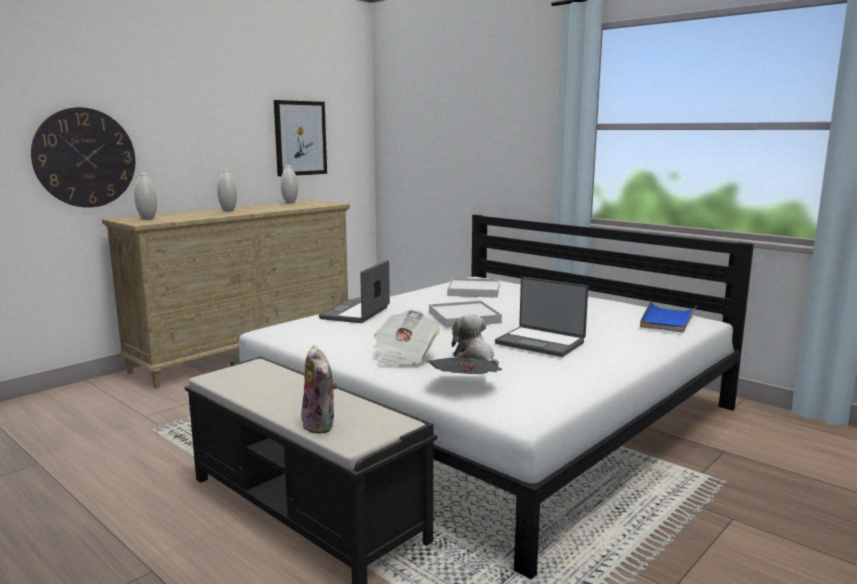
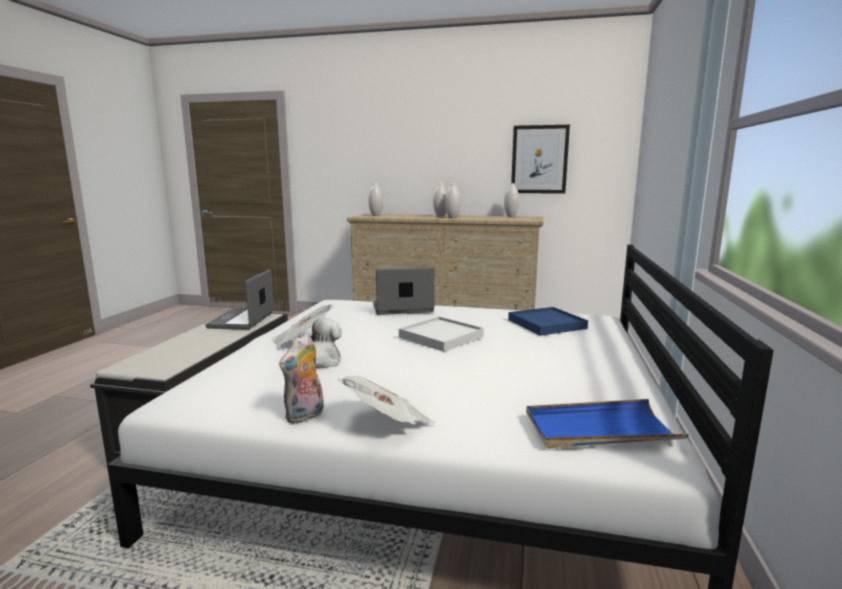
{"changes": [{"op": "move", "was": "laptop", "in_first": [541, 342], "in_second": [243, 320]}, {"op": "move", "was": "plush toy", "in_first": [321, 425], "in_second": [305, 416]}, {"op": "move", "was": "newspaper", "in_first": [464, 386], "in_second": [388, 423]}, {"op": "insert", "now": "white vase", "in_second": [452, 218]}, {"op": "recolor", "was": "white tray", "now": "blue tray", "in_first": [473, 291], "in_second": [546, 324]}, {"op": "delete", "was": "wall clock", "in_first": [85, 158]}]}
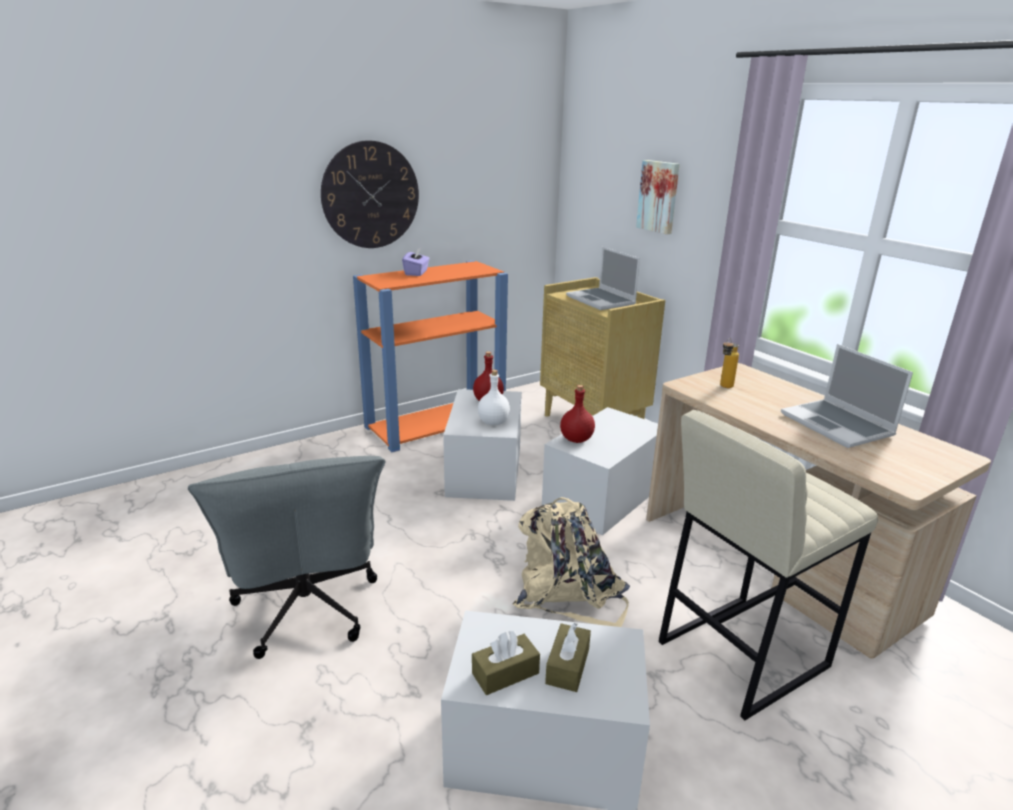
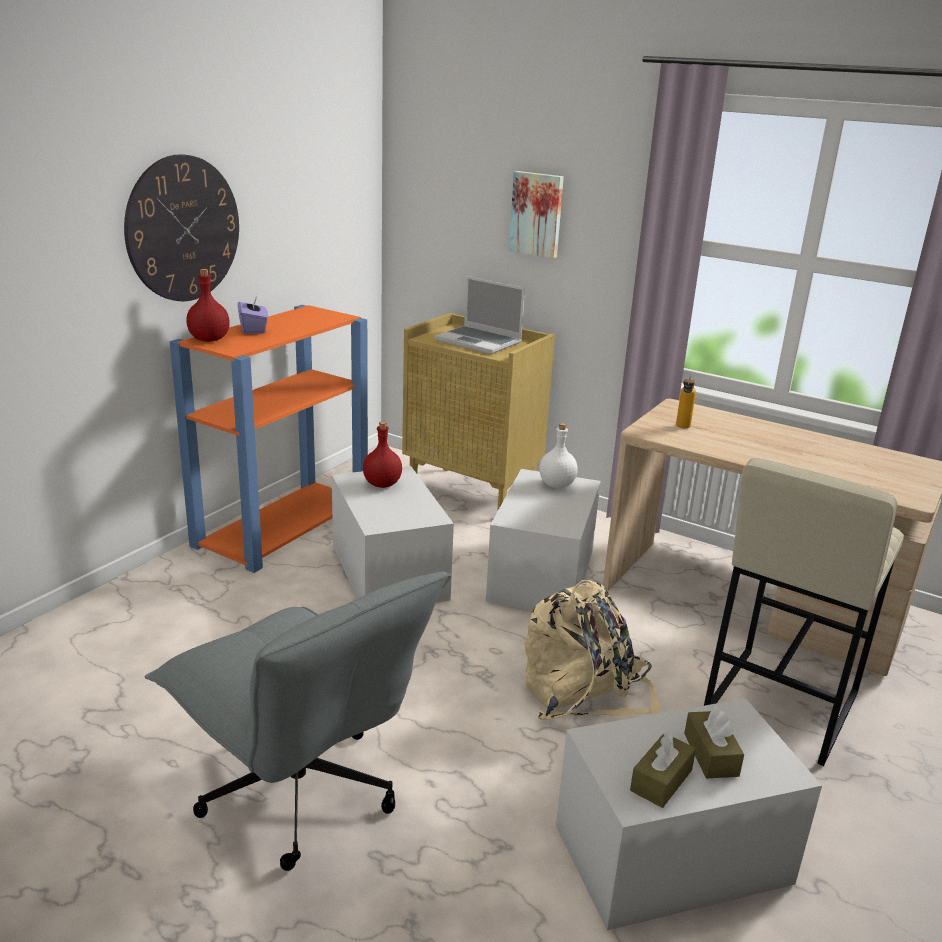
{"changes": [{"op": "move", "was": "red bottle", "in_first": [576, 439], "in_second": [208, 340]}, {"op": "move", "was": "white bottle", "in_first": [494, 422], "in_second": [557, 484]}, {"op": "delete", "was": "laptop", "in_first": [838, 425]}]}
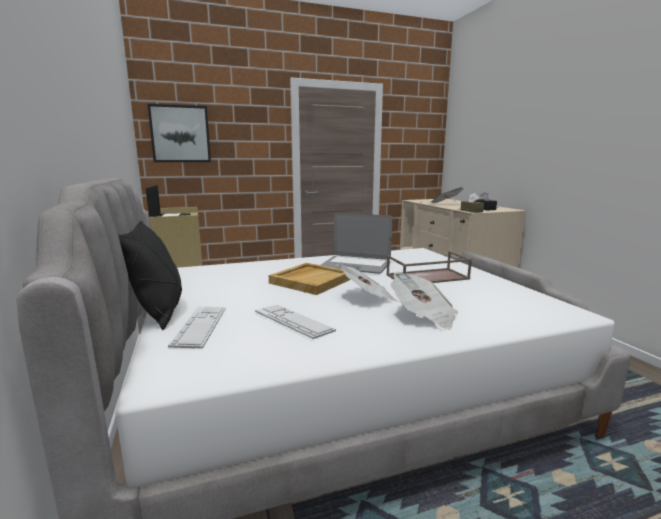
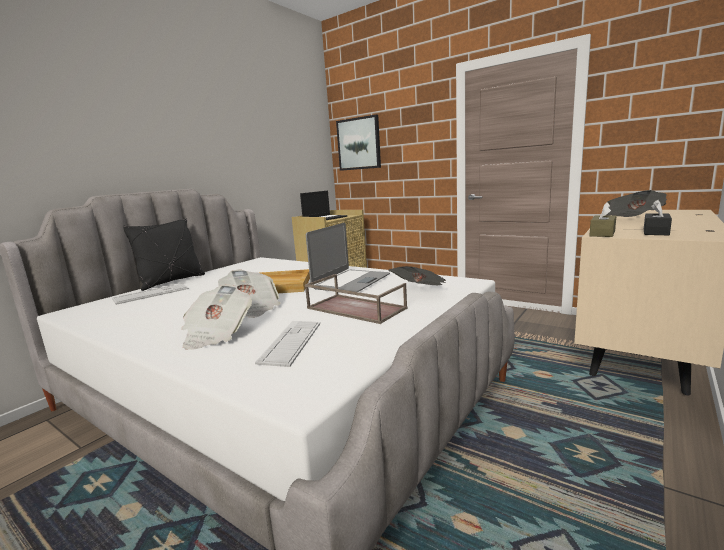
{"changes": [{"op": "move", "was": "keyboard", "in_first": [293, 321], "in_second": [291, 342]}, {"op": "rotate", "was": "laptop", "in_first": [355, 266], "in_second": [351, 282], "clockwise": -135}, {"op": "insert", "now": "newspaper", "in_second": [420, 292]}]}
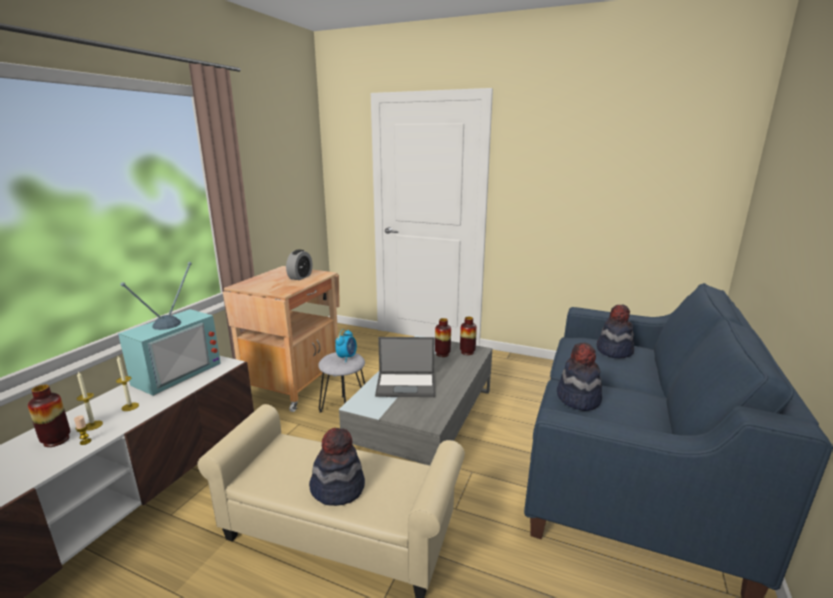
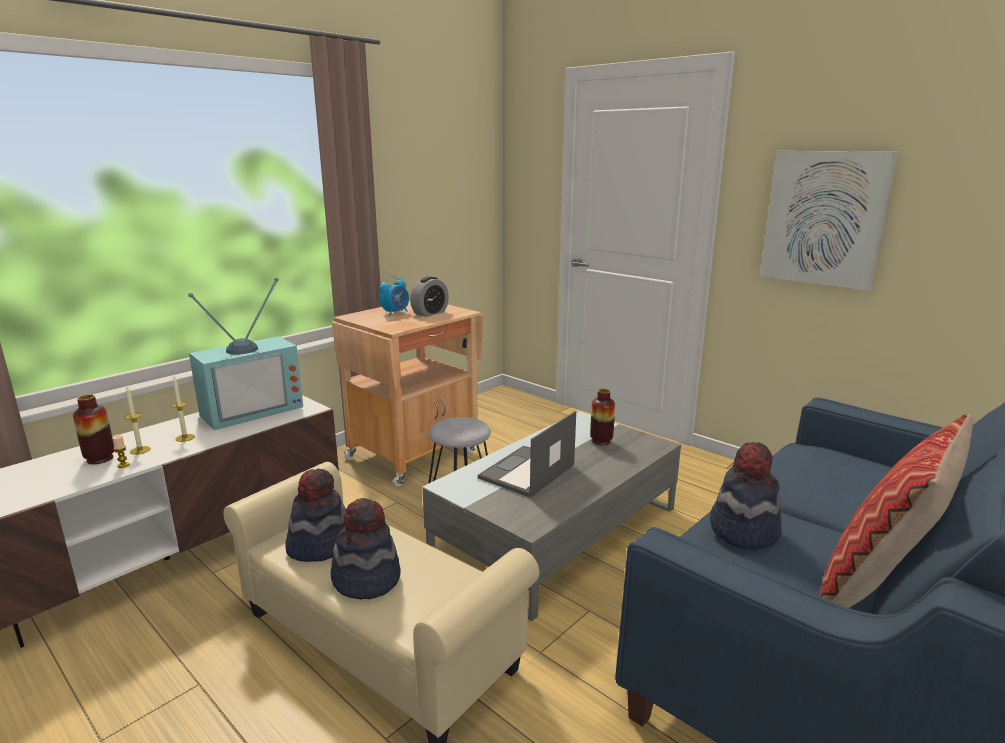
{"changes": [{"op": "move", "was": "hat", "in_first": [614, 350], "in_second": [320, 545]}, {"op": "move", "was": "alarm clock", "in_first": [347, 357], "in_second": [395, 313]}, {"op": "rotate", "was": "laptop", "in_first": [407, 384], "in_second": [526, 472], "clockwise": 105}, {"op": "insert", "now": "picture", "in_second": [824, 218]}, {"op": "insert", "now": "pillow", "in_second": [876, 590]}, {"op": "delete", "was": "vase", "in_first": [467, 352]}]}
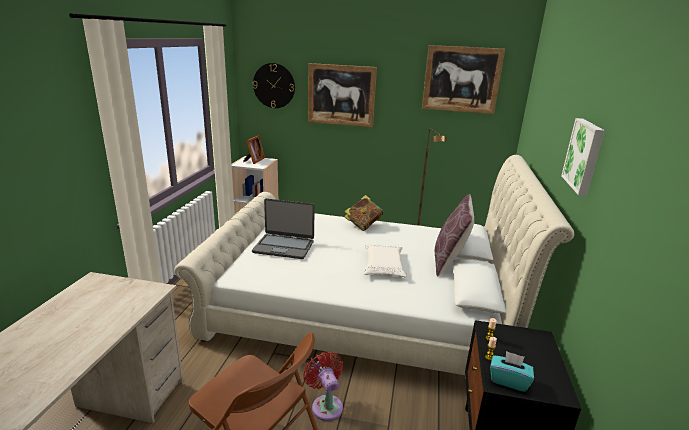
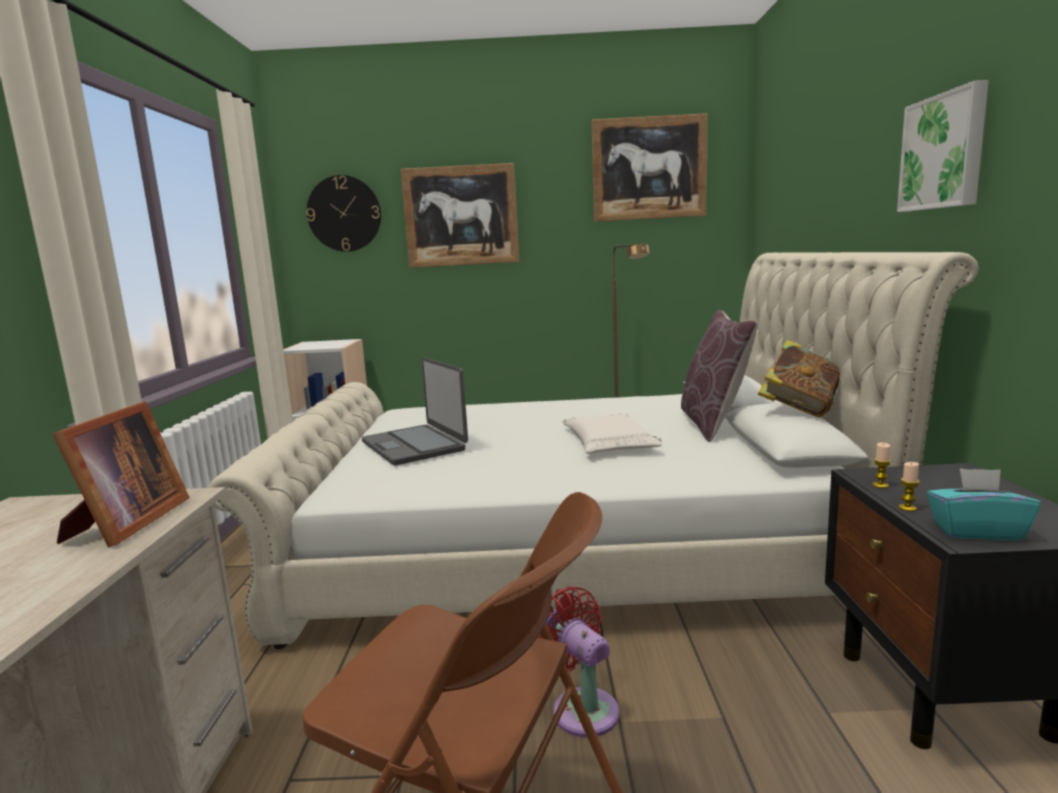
{"changes": [{"op": "move", "was": "picture frame", "in_first": [254, 160], "in_second": [125, 524]}, {"op": "rotate", "was": "laptop", "in_first": [284, 247], "in_second": [415, 446], "clockwise": 60}, {"op": "move", "was": "book", "in_first": [363, 225], "in_second": [800, 409]}]}
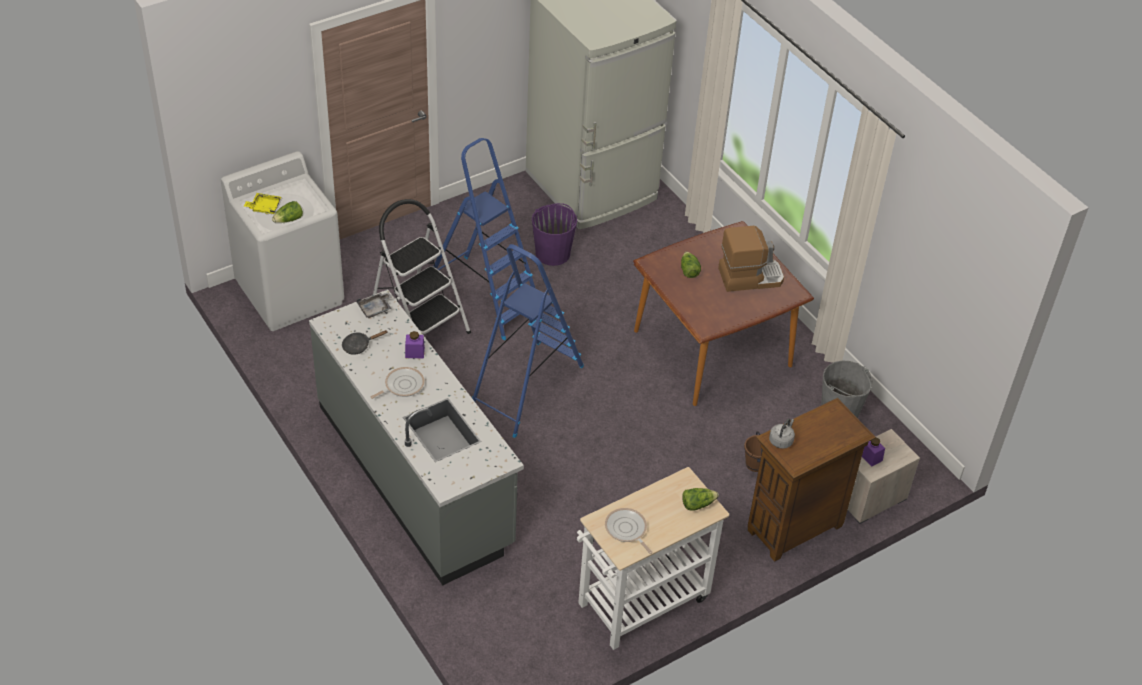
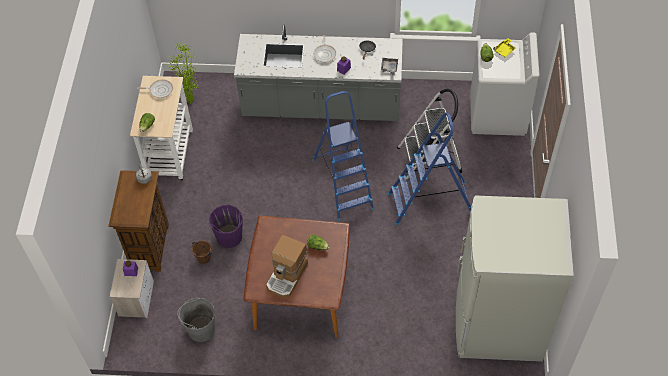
{"changes": [{"op": "insert", "now": "potted plant", "in_second": [192, 101]}, {"op": "move", "was": "purple bucket", "in_first": [553, 253], "in_second": [229, 237]}]}
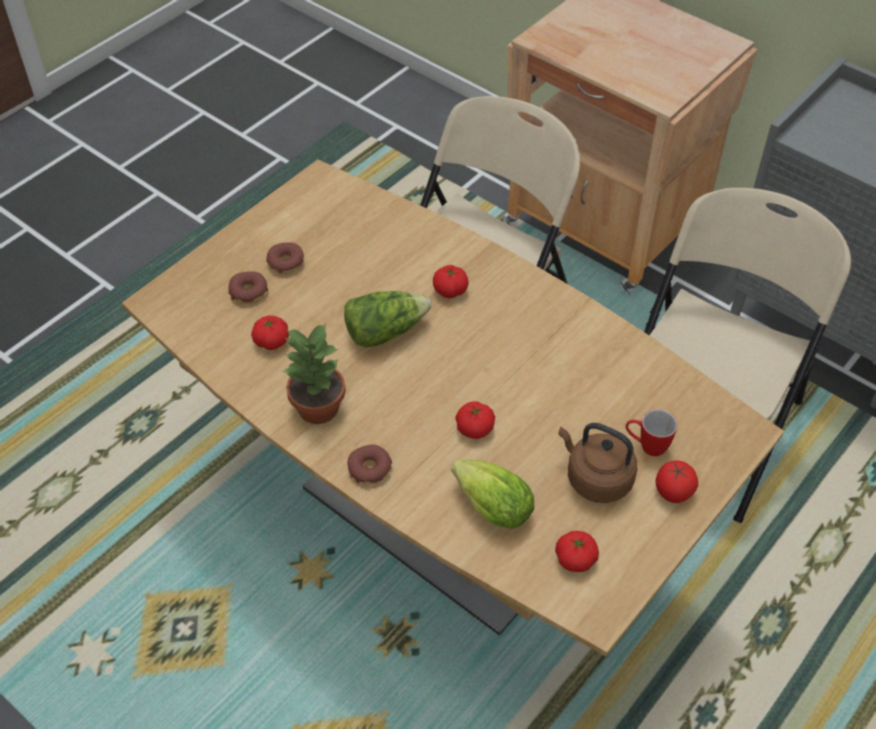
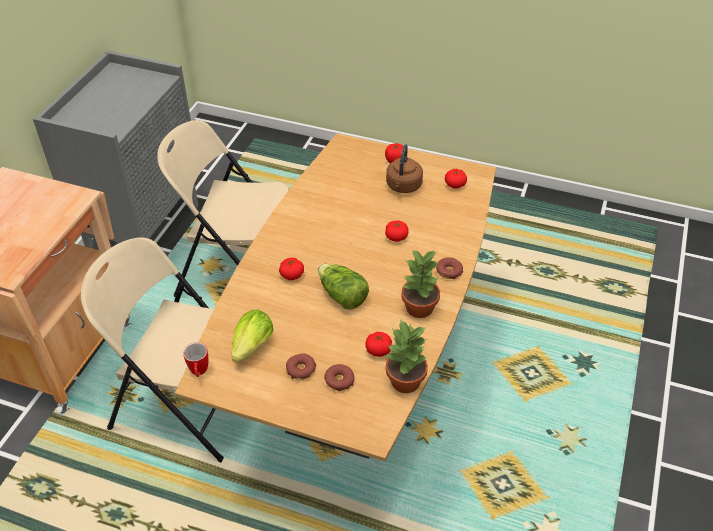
{"changes": [{"op": "move", "was": "mug", "in_first": [646, 446], "in_second": [199, 373]}, {"op": "move", "was": "lettuce", "in_first": [488, 505], "in_second": [250, 349]}, {"op": "insert", "now": "potted plant", "in_second": [405, 382]}]}
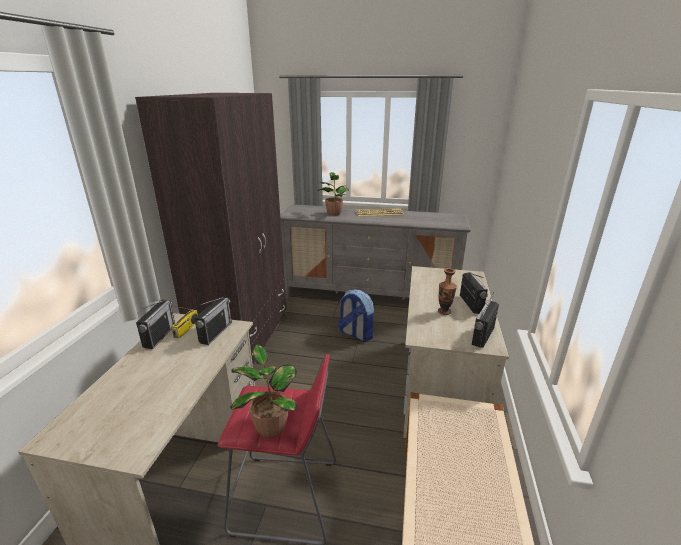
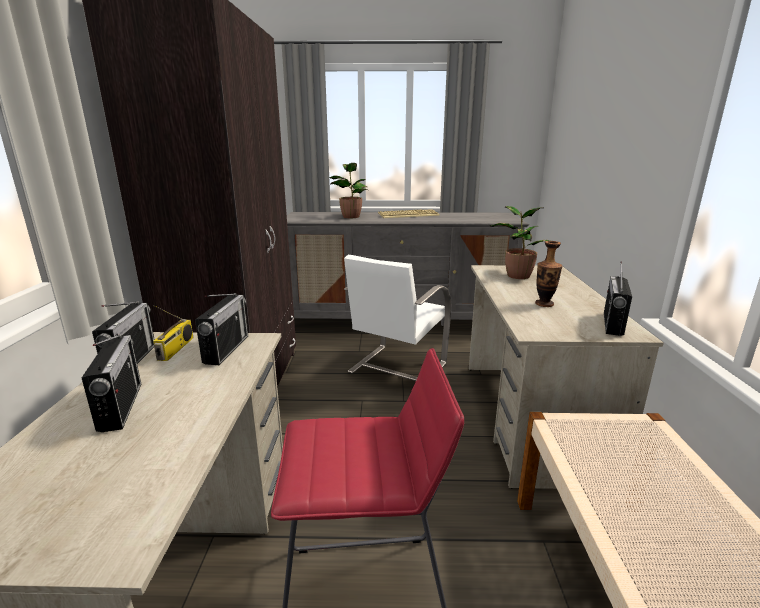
{"changes": [{"op": "move", "was": "radio", "in_first": [471, 304], "in_second": [121, 406]}, {"op": "replace", "was": "backpack", "now": "white chair", "in_first": [355, 334], "in_second": [396, 368]}, {"op": "move", "was": "potted plant", "in_first": [270, 426], "in_second": [516, 275]}]}
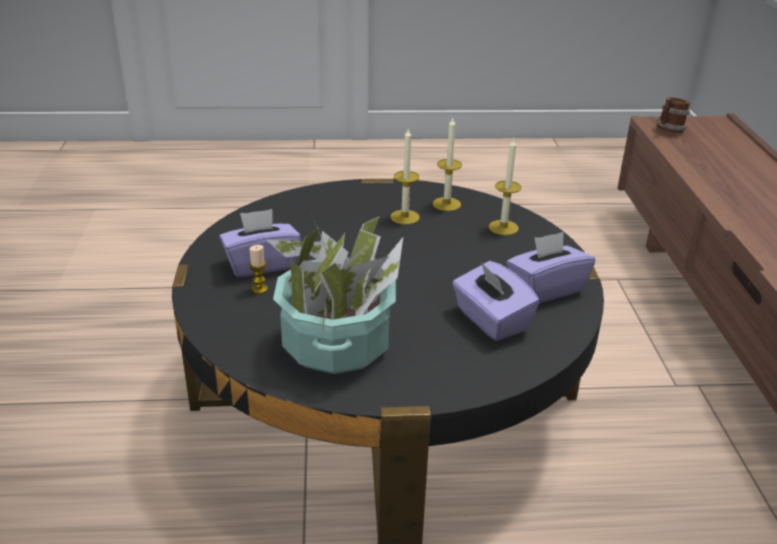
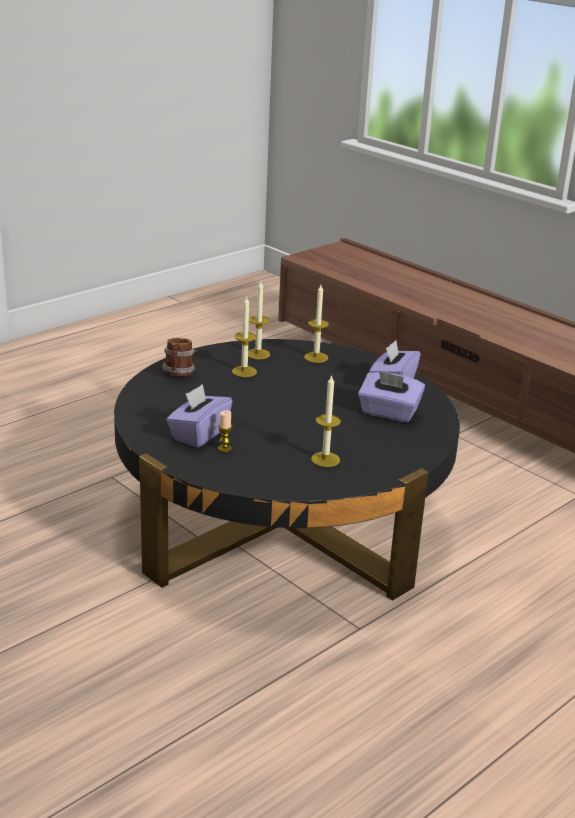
{"changes": [{"op": "move", "was": "mug", "in_first": [669, 131], "in_second": [178, 374]}, {"op": "replace", "was": "potted plant", "now": "candle", "in_first": [336, 344], "in_second": [325, 459]}]}
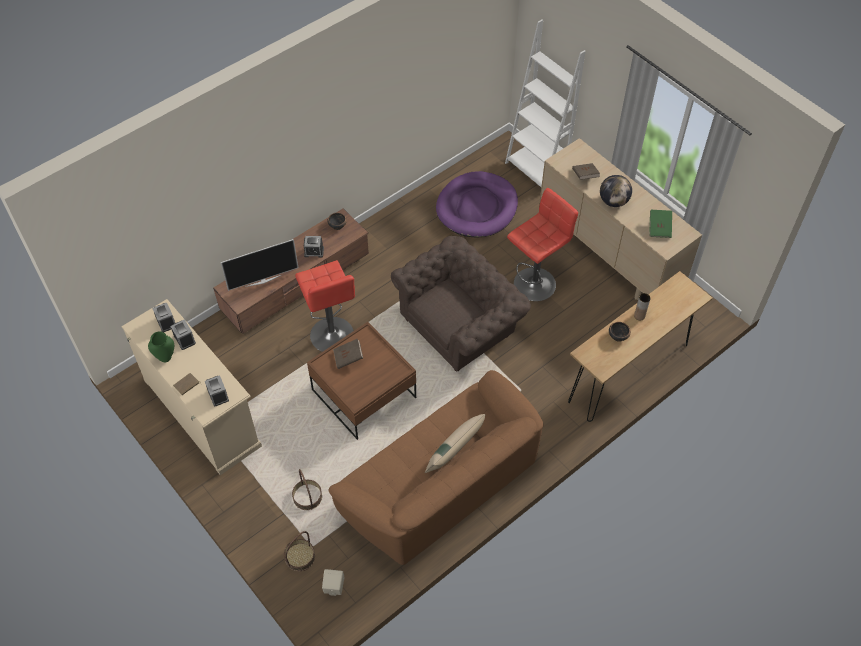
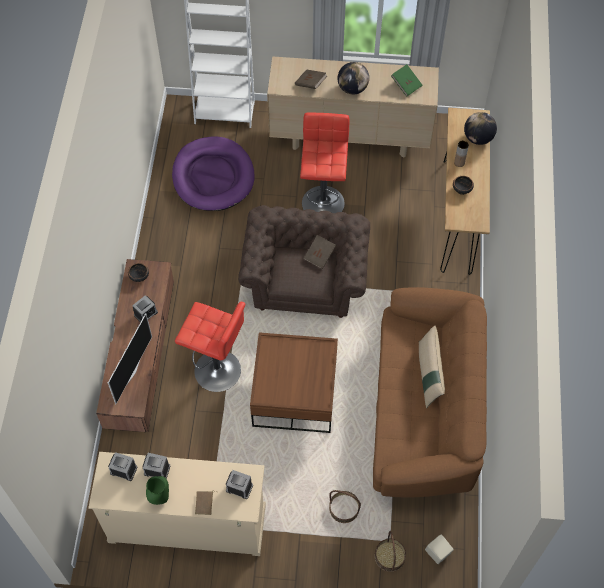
{"changes": [{"op": "move", "was": "brown book", "in_first": [348, 358], "in_second": [320, 256]}, {"op": "insert", "now": "globe", "in_second": [478, 138]}]}
